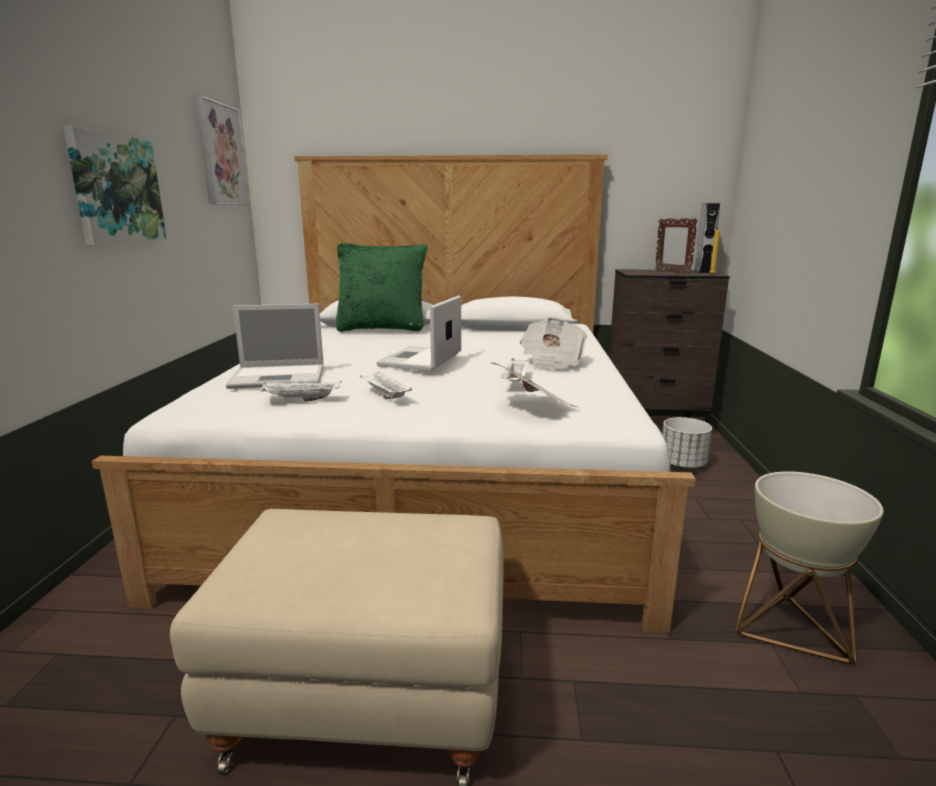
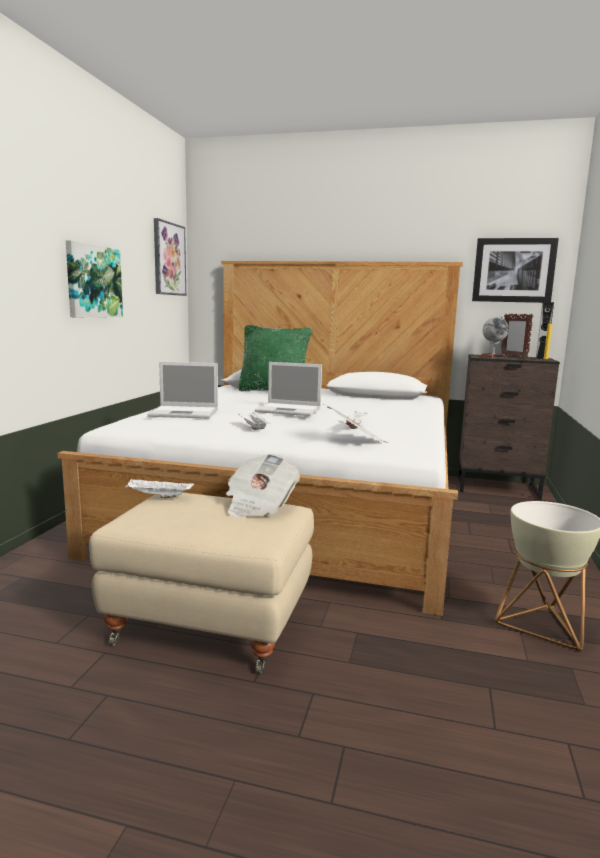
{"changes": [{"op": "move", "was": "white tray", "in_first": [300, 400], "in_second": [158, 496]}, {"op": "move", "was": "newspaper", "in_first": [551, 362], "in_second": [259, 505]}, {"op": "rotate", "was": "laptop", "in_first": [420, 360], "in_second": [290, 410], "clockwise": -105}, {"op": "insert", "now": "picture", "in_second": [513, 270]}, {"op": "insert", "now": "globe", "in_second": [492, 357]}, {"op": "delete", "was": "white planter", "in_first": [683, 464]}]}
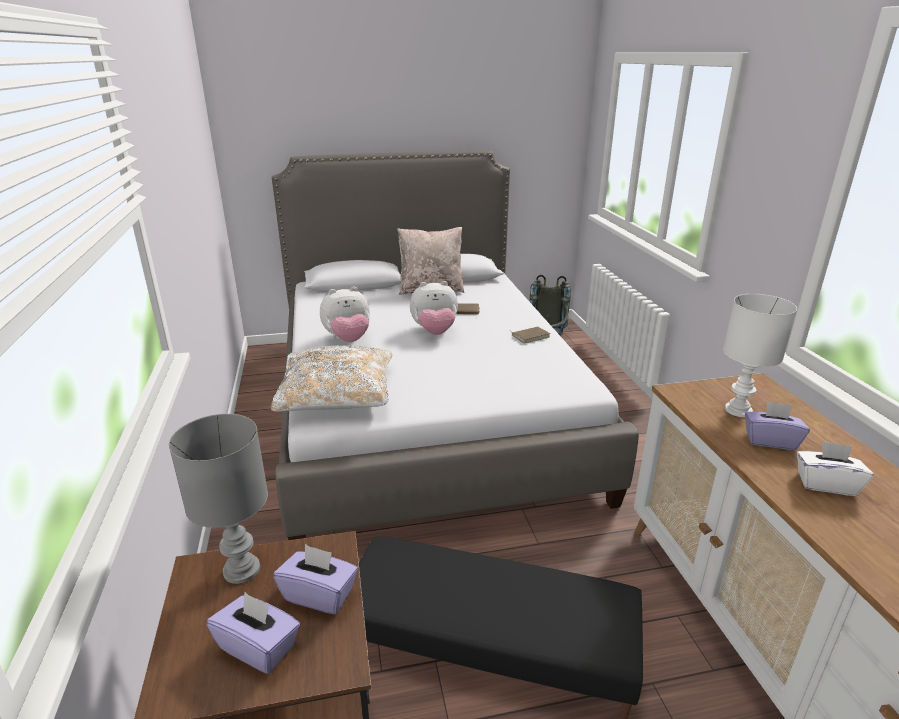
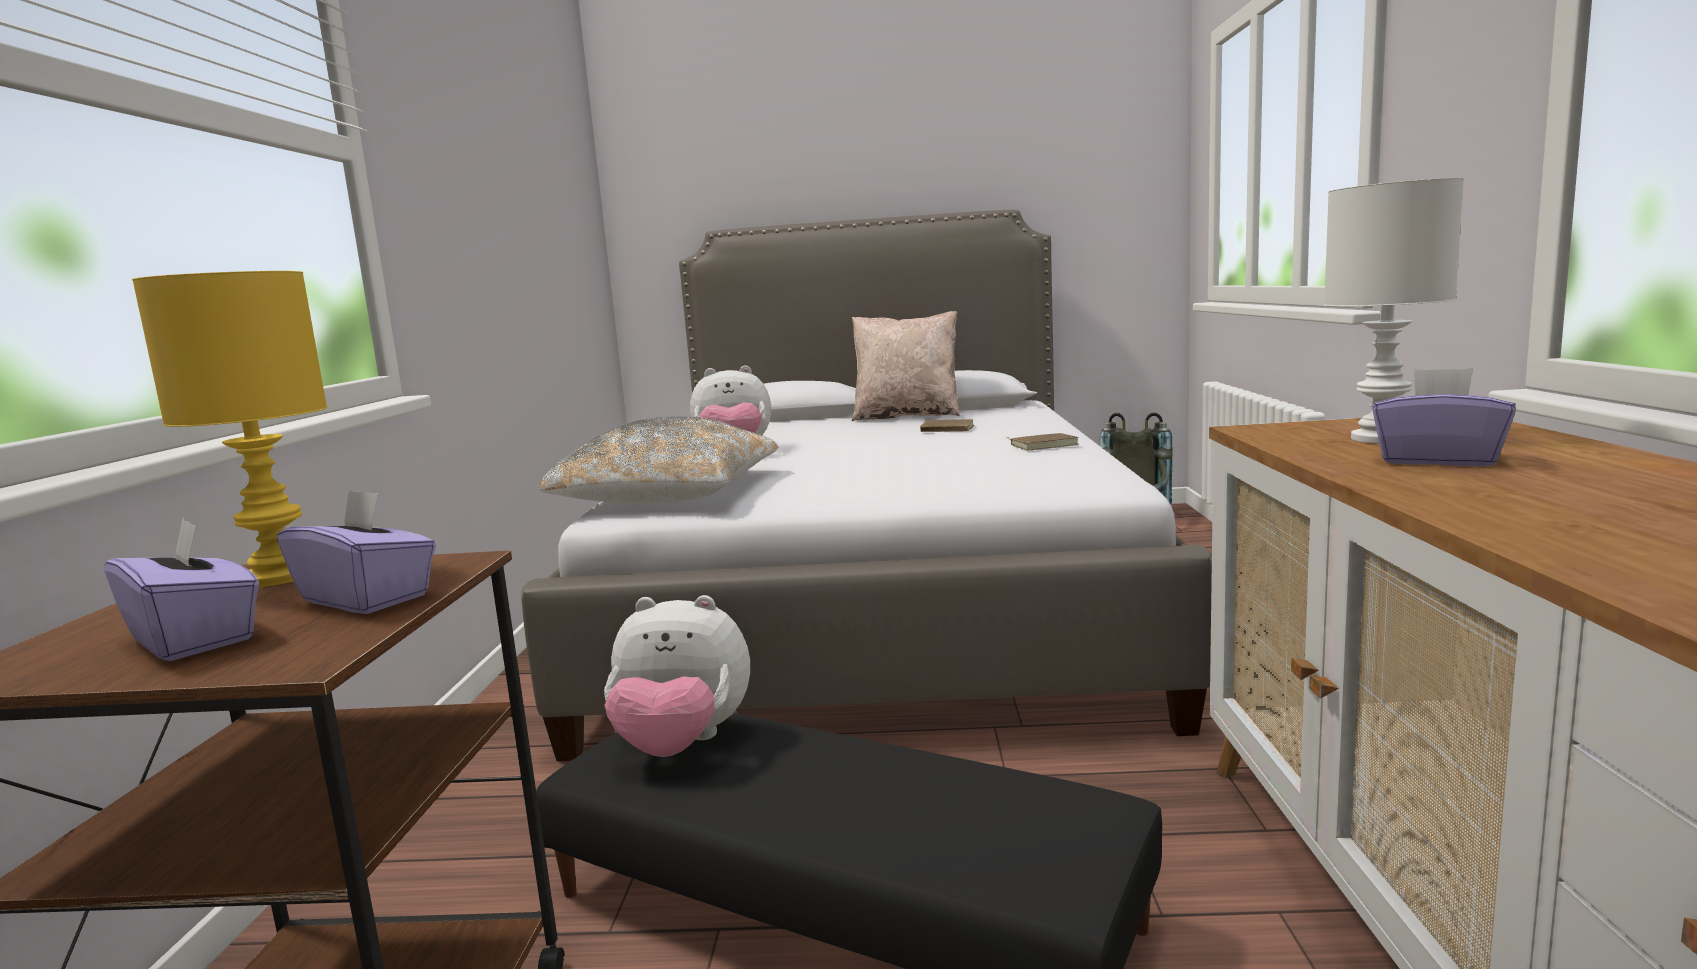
{"changes": [{"op": "recolor", "was": "grey table lamp", "now": "yellow table lamp", "in_first": [241, 571], "in_second": [277, 578]}, {"op": "move", "was": "plush toy", "in_first": [435, 332], "in_second": [682, 745]}, {"op": "delete", "was": "white tissue box", "in_first": [826, 484]}]}
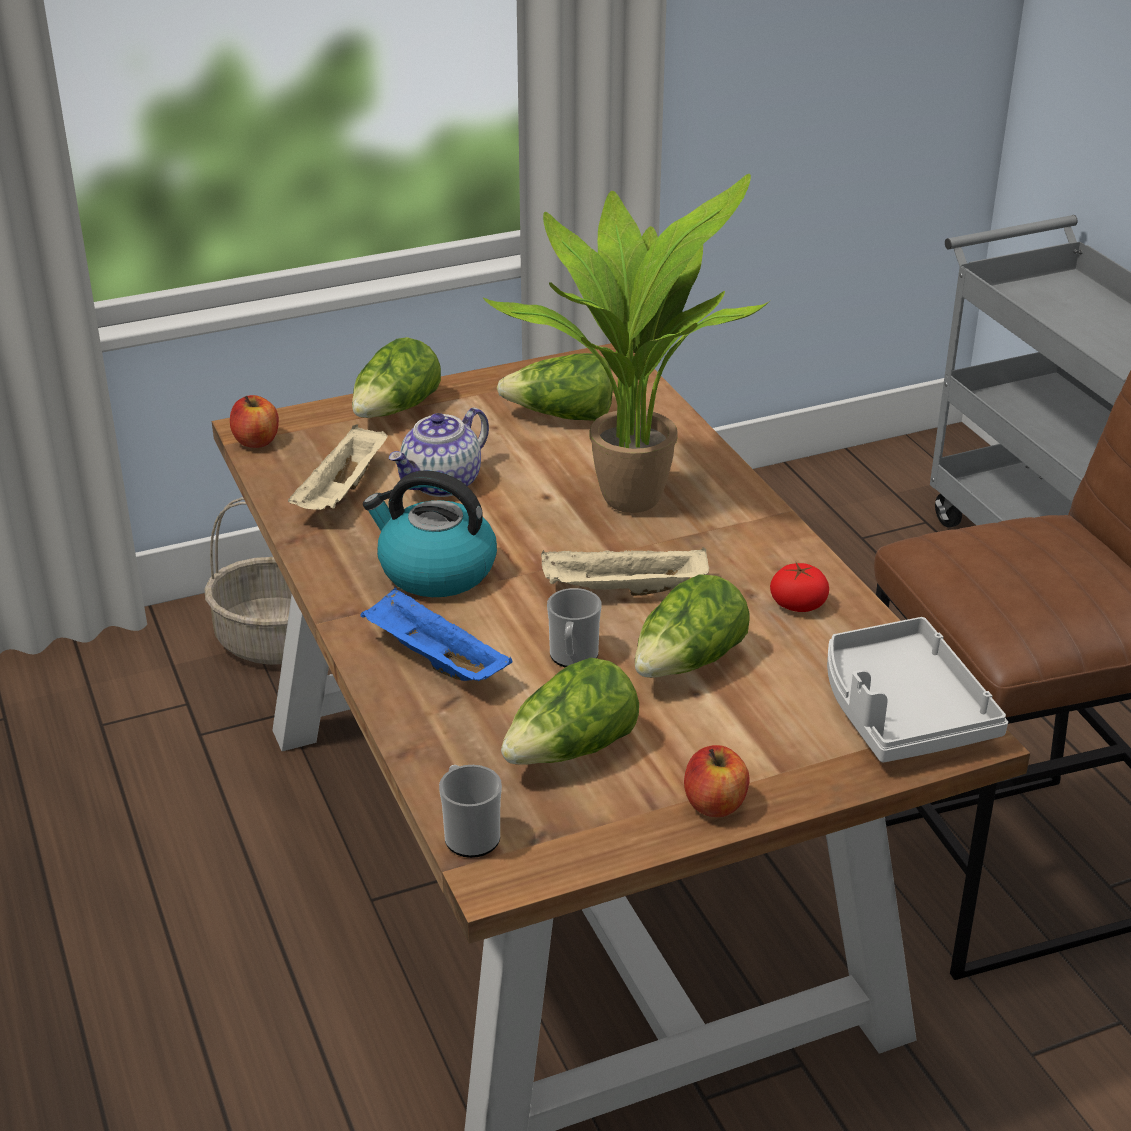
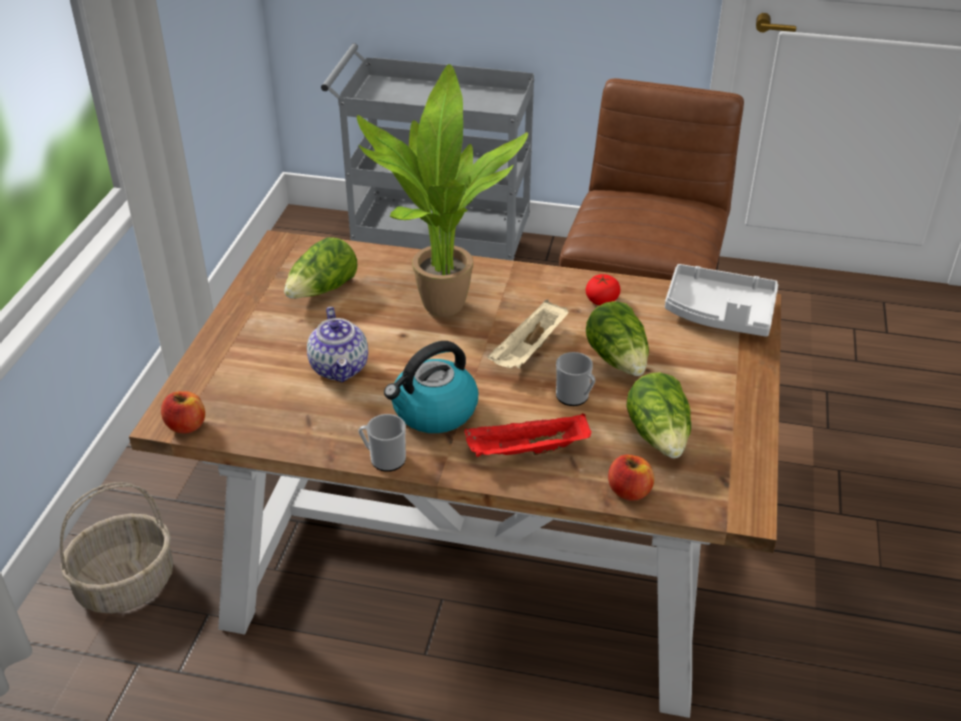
{"changes": [{"op": "move", "was": "mug", "in_first": [469, 834], "in_second": [384, 459]}, {"op": "recolor", "was": "blue tray", "now": "red tray", "in_first": [433, 660], "in_second": [526, 451]}, {"op": "move", "was": "apple", "in_first": [715, 804], "in_second": [629, 491]}, {"op": "delete", "was": "beige tray", "in_first": [342, 492]}, {"op": "delete", "was": "lettuce", "in_first": [396, 411]}]}
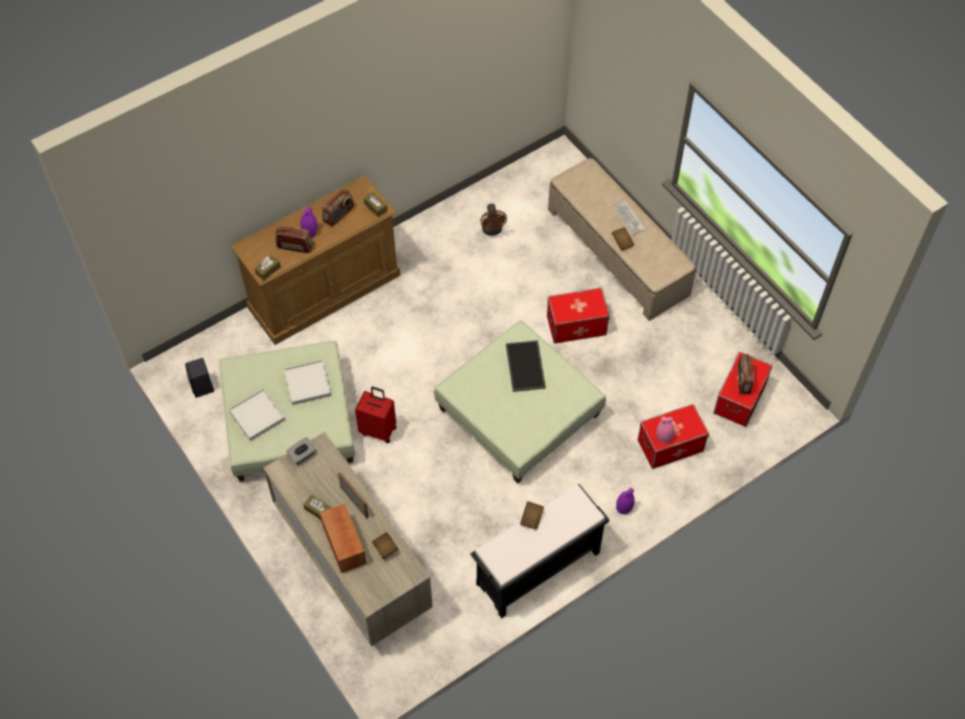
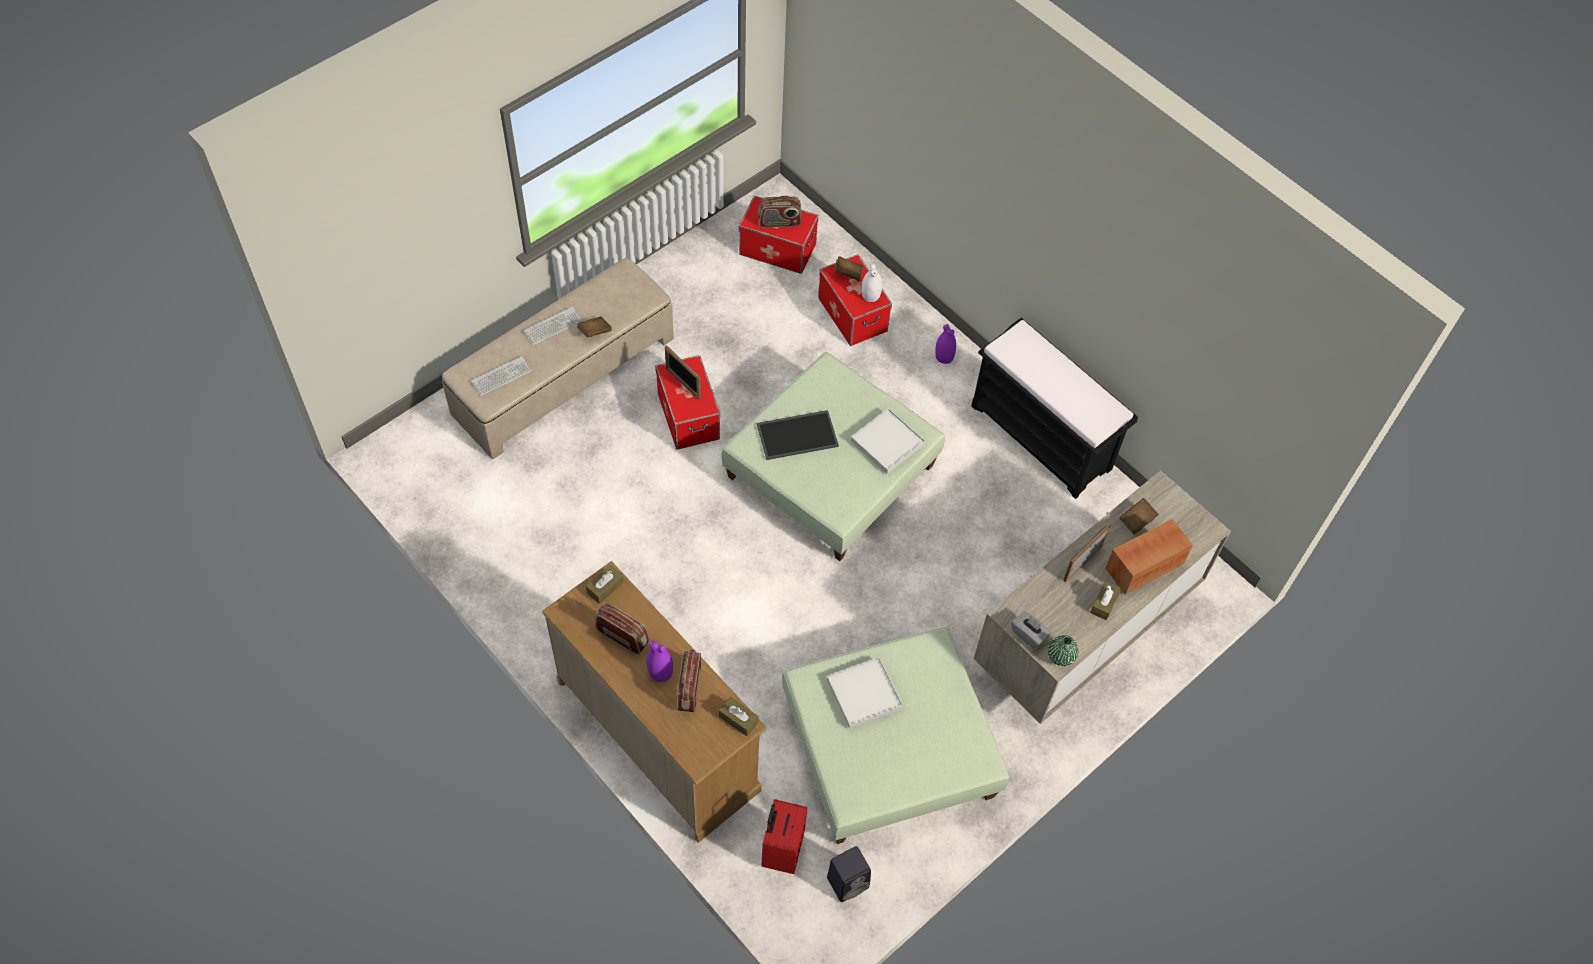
{"changes": [{"op": "insert", "now": "keyboard", "in_second": [501, 377]}, {"op": "insert", "now": "picture frame", "in_second": [683, 383]}, {"op": "move", "was": "red suitcase", "in_first": [378, 430], "in_second": [781, 850]}, {"op": "move", "was": "brown book", "in_first": [531, 518], "in_second": [848, 273]}, {"op": "move", "was": "white tray", "in_first": [257, 416], "in_second": [887, 443]}, {"op": "recolor", "was": "pink vase", "now": "white vase", "in_first": [664, 437], "in_second": [870, 296]}, {"op": "insert", "now": "green vase", "in_second": [1060, 656]}, {"op": "delete", "was": "brown fan", "in_first": [492, 231]}]}
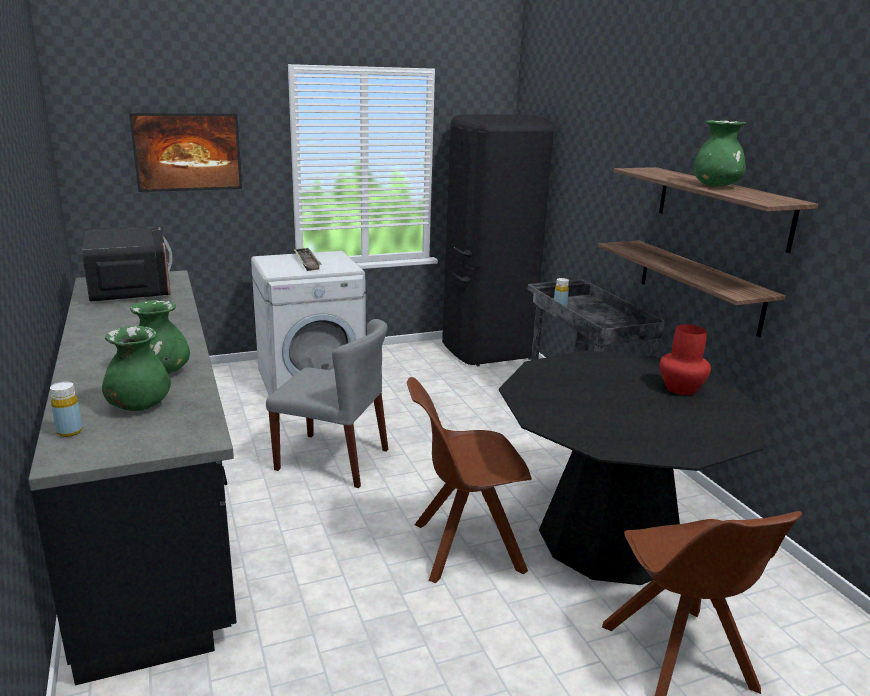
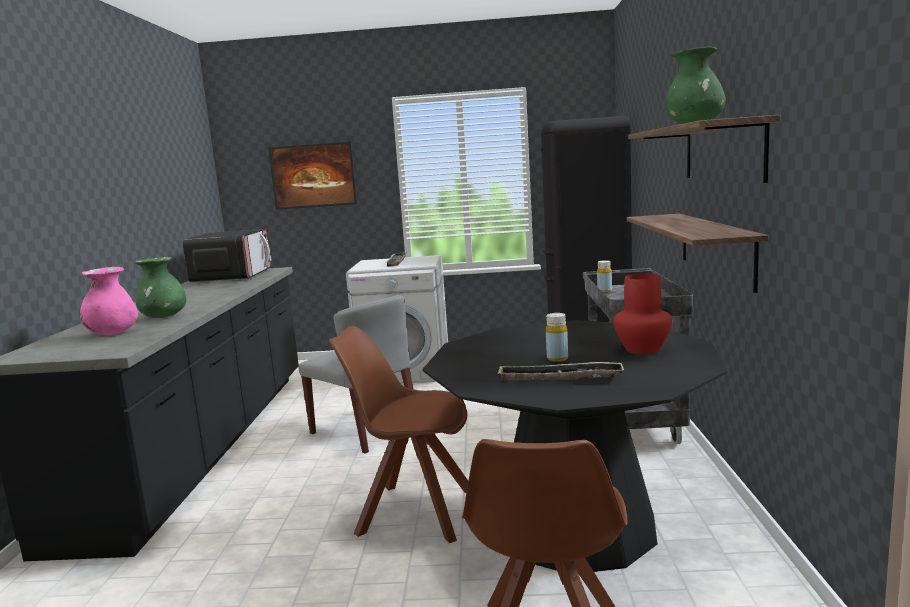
{"changes": [{"op": "recolor", "was": "green vase", "now": "pink vase", "in_first": [139, 406], "in_second": [113, 333]}, {"op": "insert", "now": "tray", "in_second": [560, 378]}, {"op": "move", "was": "yellow bottle", "in_first": [70, 432], "in_second": [557, 359]}]}
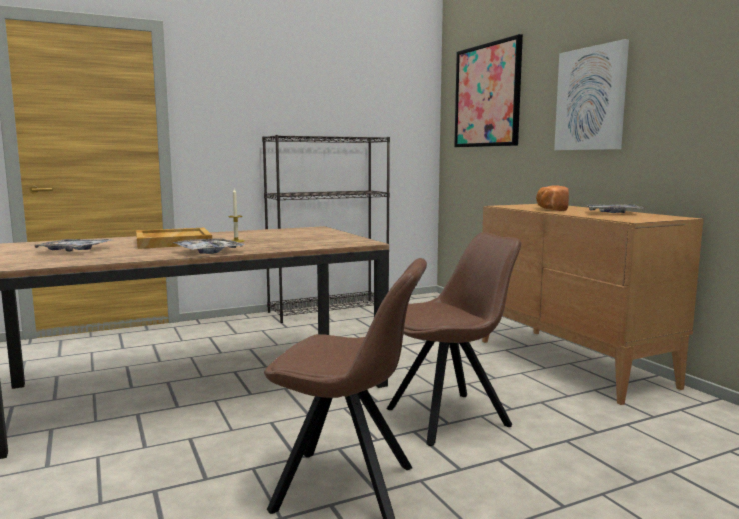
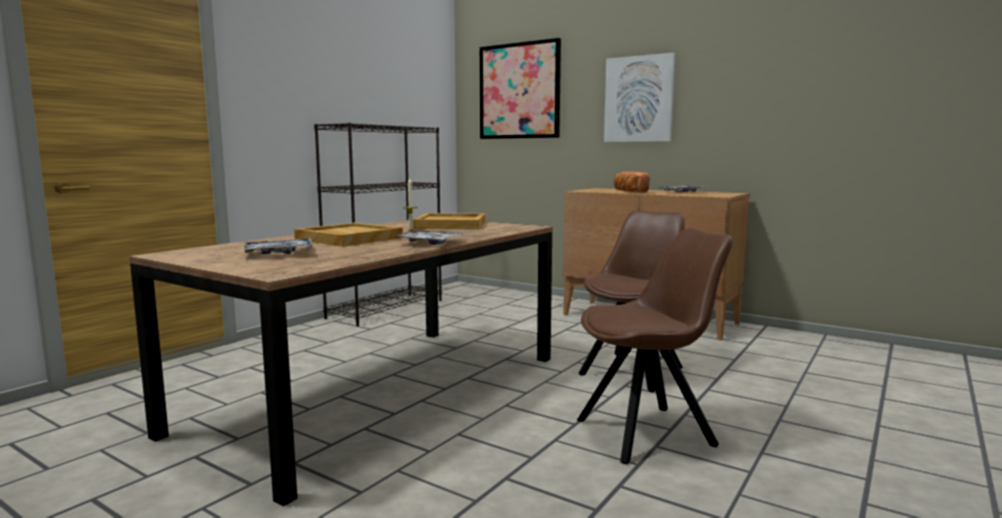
{"changes": [{"op": "insert", "now": "beige tray", "in_second": [451, 225]}]}
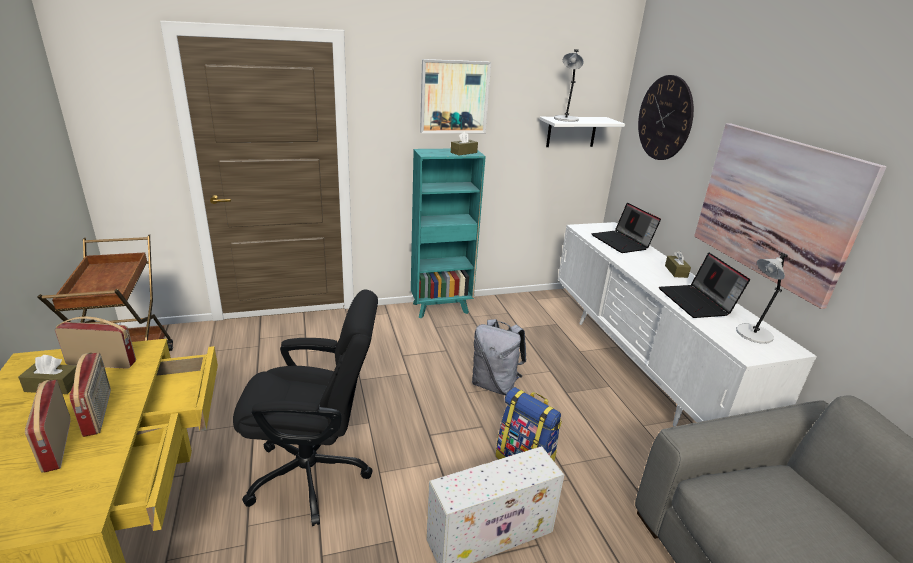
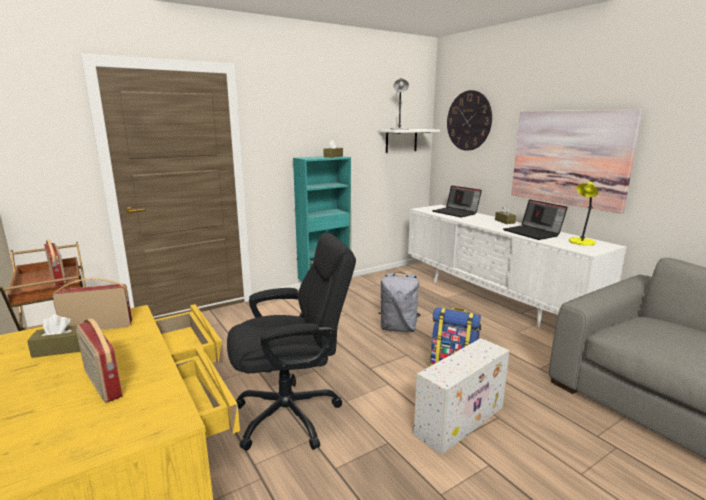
{"changes": [{"op": "move", "was": "radio", "in_first": [99, 412], "in_second": [58, 278]}, {"op": "recolor", "was": "grey table lamp", "now": "yellow table lamp", "in_first": [753, 335], "in_second": [581, 242]}, {"op": "delete", "was": "picture", "in_first": [454, 97]}]}
